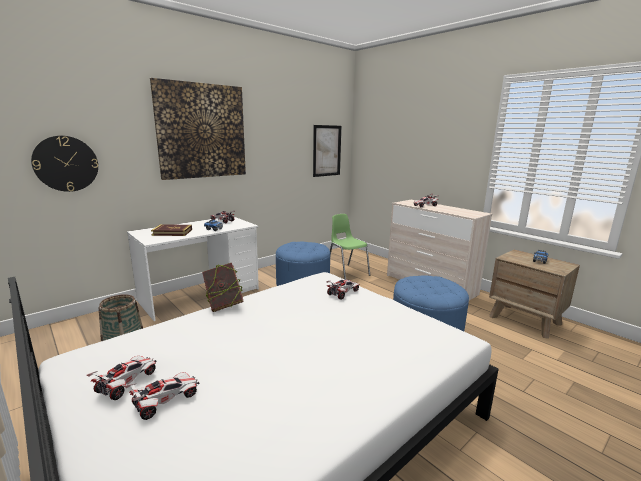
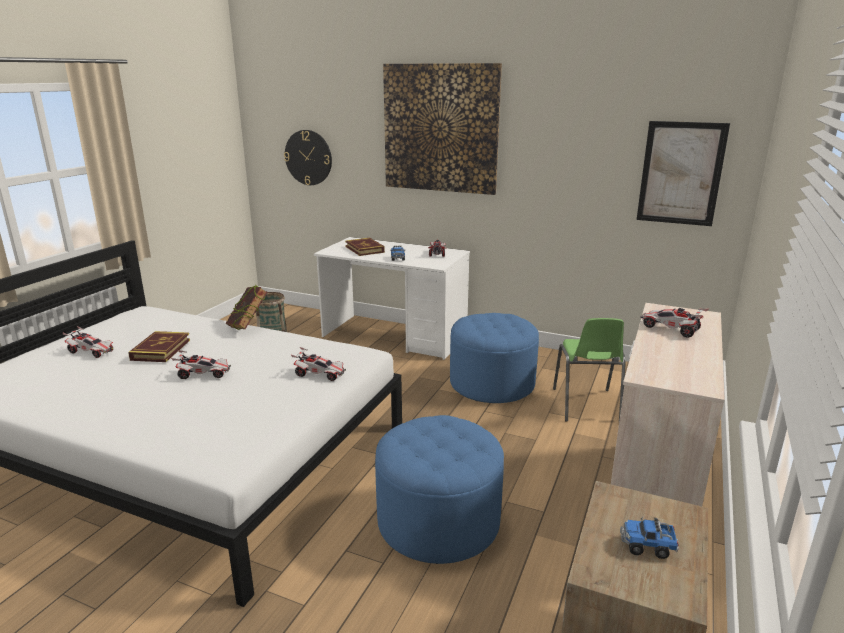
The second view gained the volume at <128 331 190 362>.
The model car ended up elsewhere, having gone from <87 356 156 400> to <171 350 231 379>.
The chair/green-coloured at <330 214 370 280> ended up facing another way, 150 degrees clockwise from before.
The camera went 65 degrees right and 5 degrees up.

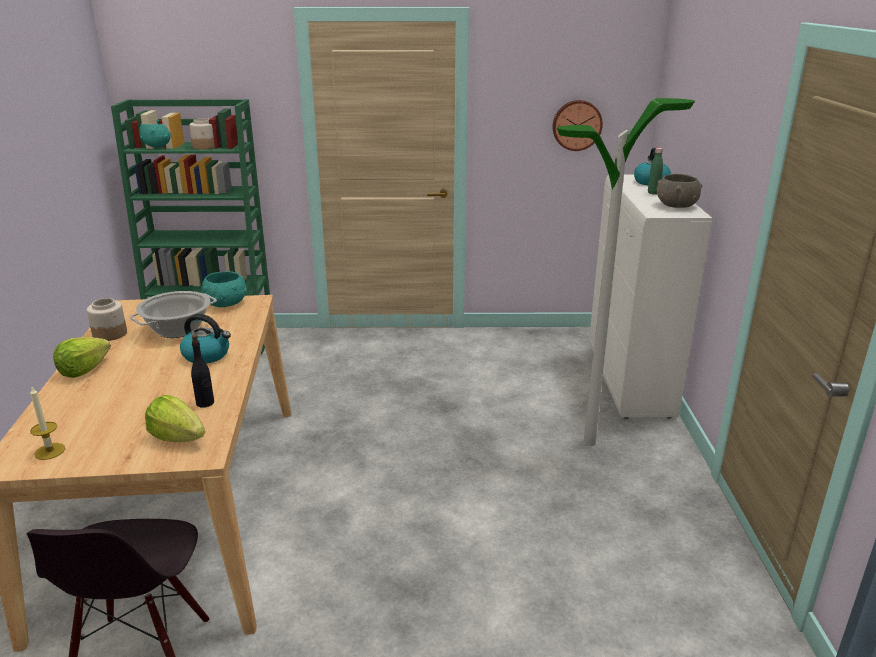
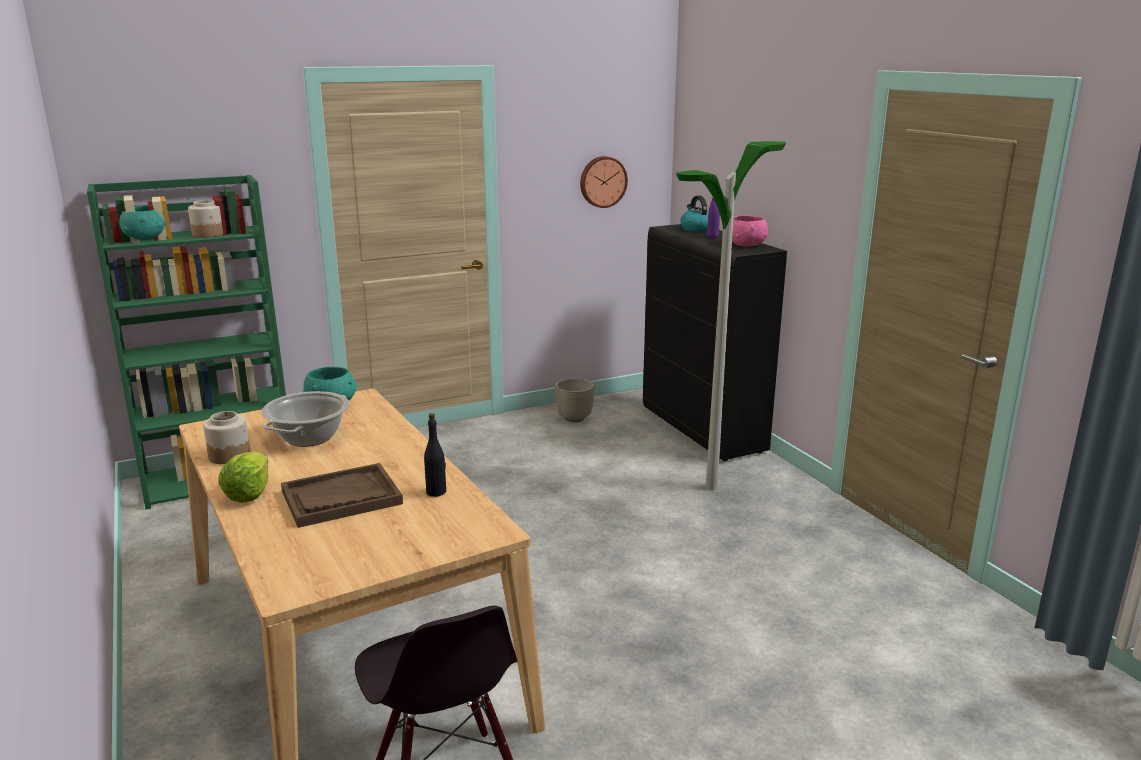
The second view gained the serving tray/brown-coloured at <281 463 403 528>.
The second view gained the flower pot/gray at <555 378 595 422>.
What was the cabinet/whitish at <589 175 712 419> turned into the cabinet/blackish at <643 224 787 461>.
What was the beverage bottle/green-coloured at <648 148 663 194> turned into the beverage bottle/purple-coloured at <707 196 720 239>.
What was the serving bowl/gray at <657 174 702 208> turned into the serving bowl/pink at <732 215 768 246>.
The second view lost the wax light at <30 387 66 460>.
The second view lost the head of lettuce at <145 395 205 442>.
The second view lost the water kettle at <180 314 231 364>.
The camera went 25 degrees left and 5 degrees down.

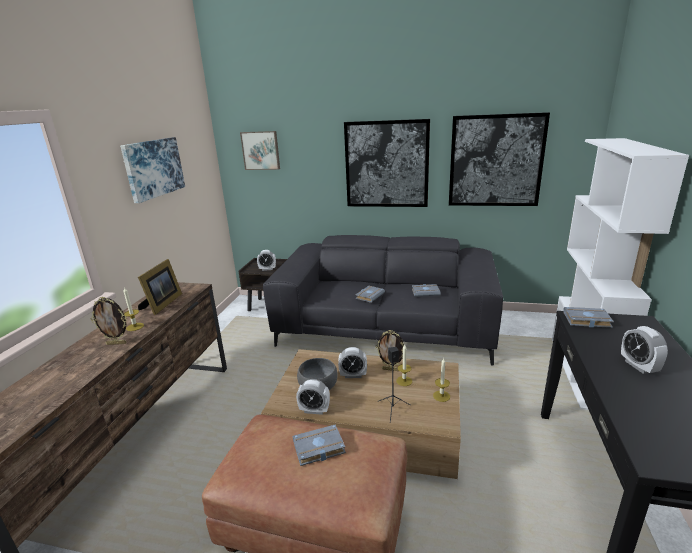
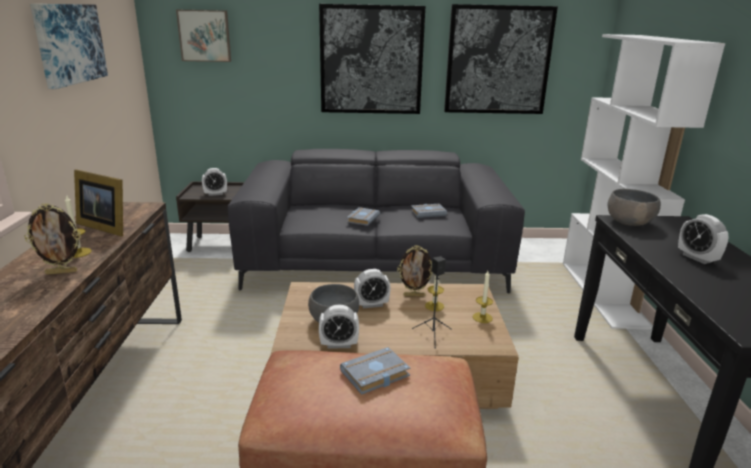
The picture frame at <138 259 182 315> ended up facing another way, 120 degrees clockwise from before.
Where the volume/gray stood at <563 307 614 328>, the serving bowl/gray came to stand at <608 189 661 226>.
The camera went 15 degrees left and 0 degrees up.

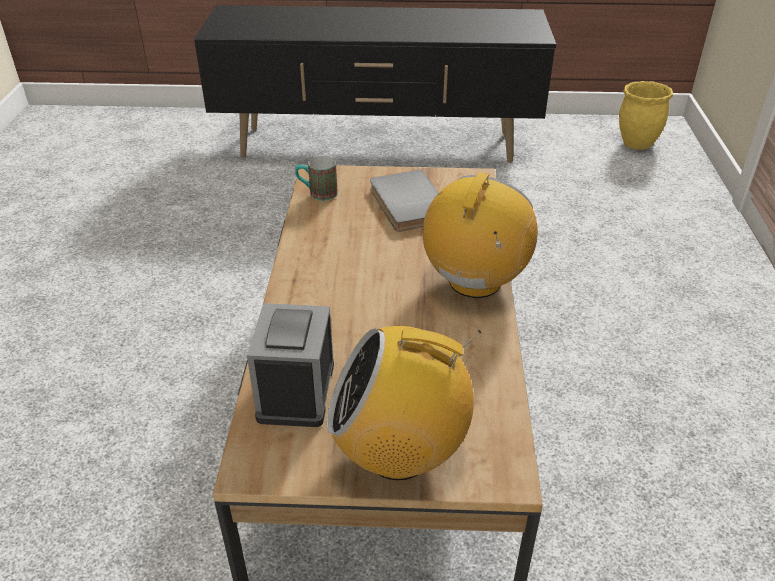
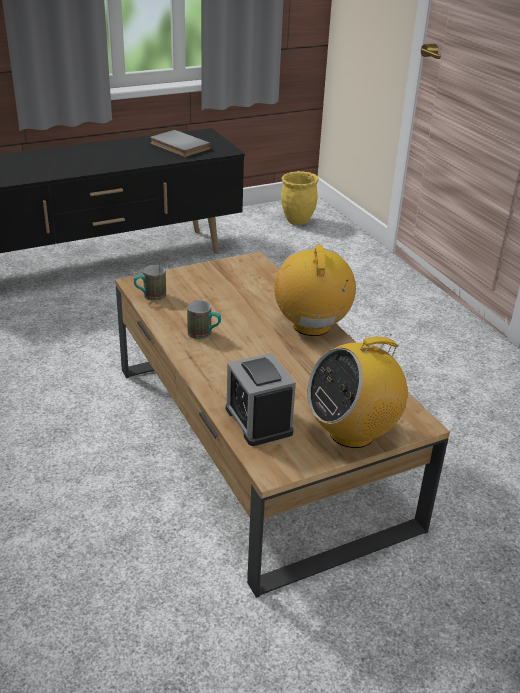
The volume/gray ended up elsewhere, having gone from <370 170 439 232> to <150 130 211 157>.
The second view gained the tea mug at <187 300 221 339>.
The camera went 30 degrees left and 5 degrees down.

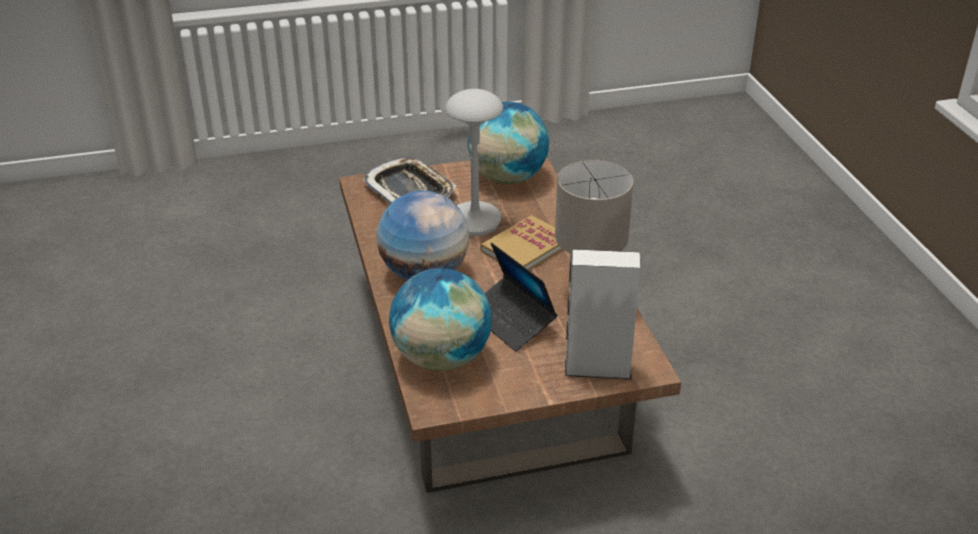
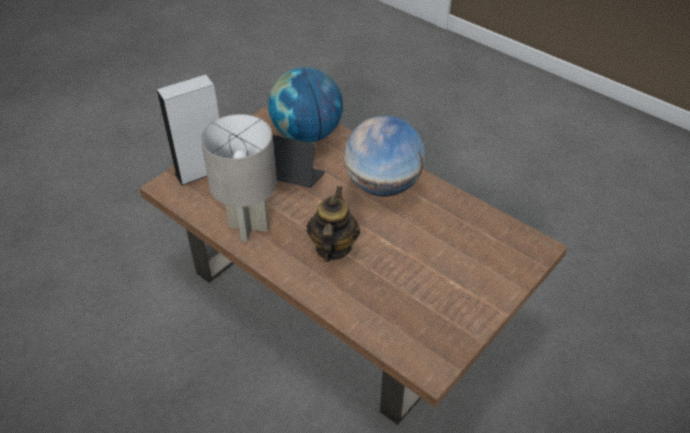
Where the volume stood at <480 215 563 270>, the pot for tea came to stand at <307 186 360 262>.
The second view lost the serving tray at <362 157 456 204>.
The second view lost the table lamp/gray at <445 89 503 236>.
The second view lost the desk globe at <468 102 549 184>.
The camera went 145 degrees right and 10 degrees up.

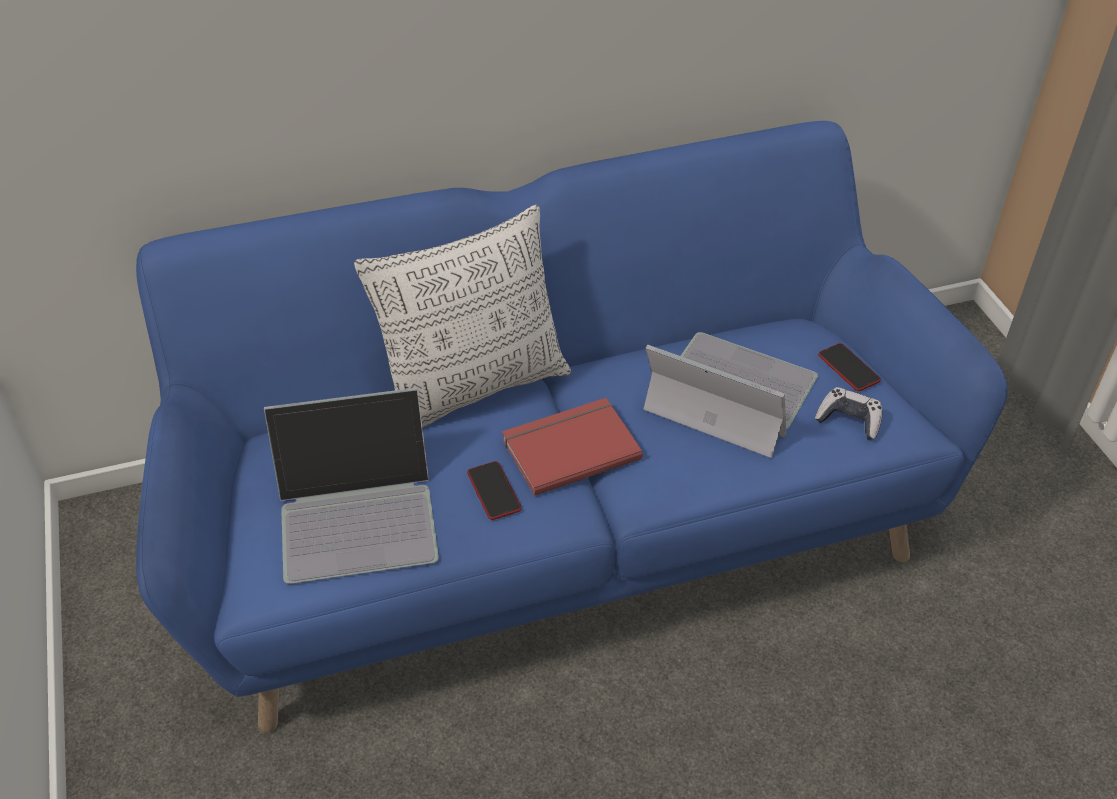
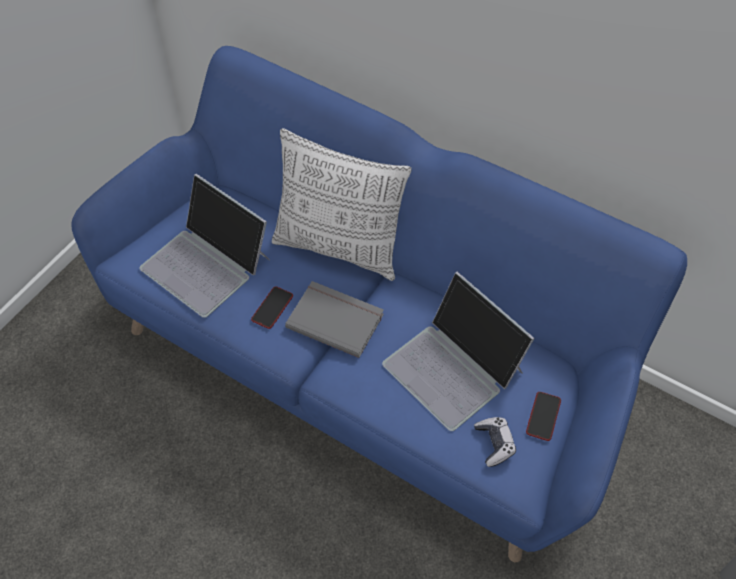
What was the volume/red at <502 398 643 496> turned into the volume/gray at <285 281 384 358>.
The portable computer at <643 332 818 458> ended up facing another way, 150 degrees clockwise from before.
The camera went 50 degrees right and 10 degrees up.

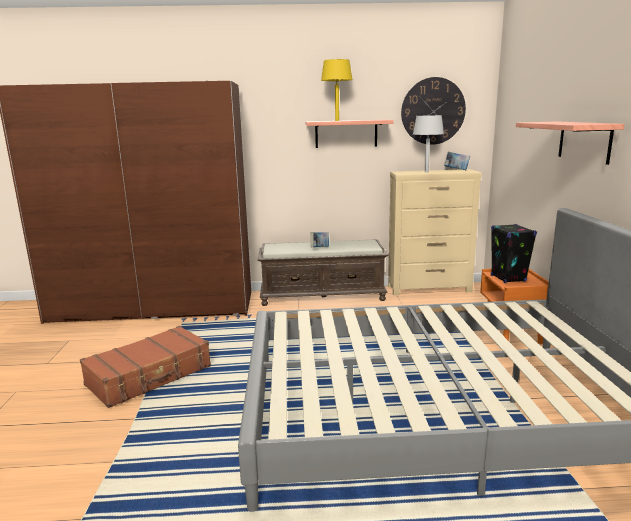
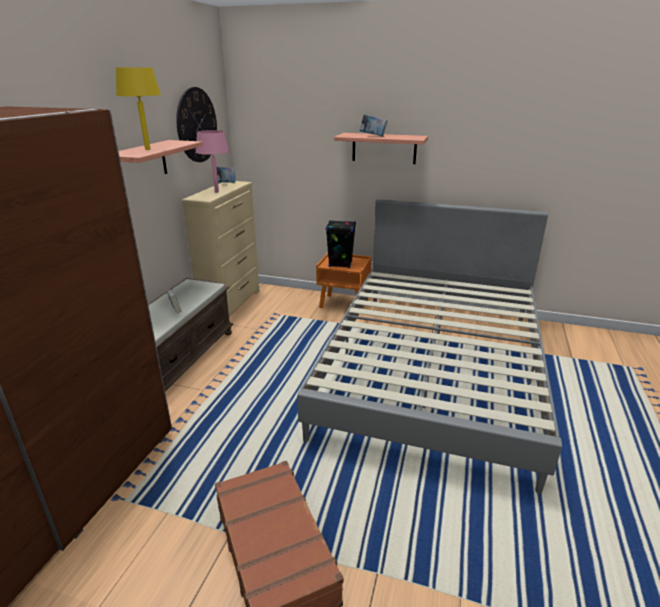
What was the table lamp/gray at <413 115 444 172> turned into the table lamp/pink at <196 130 229 193>.
The second view gained the volume at <360 114 387 137>.
The camera went 70 degrees left and 10 degrees up.

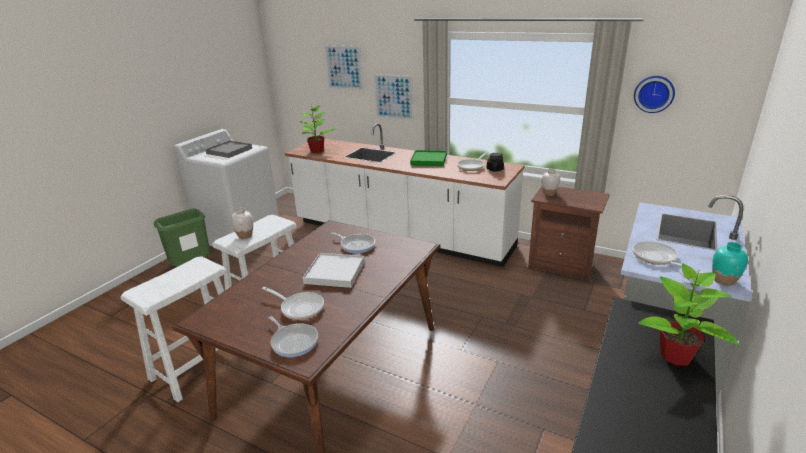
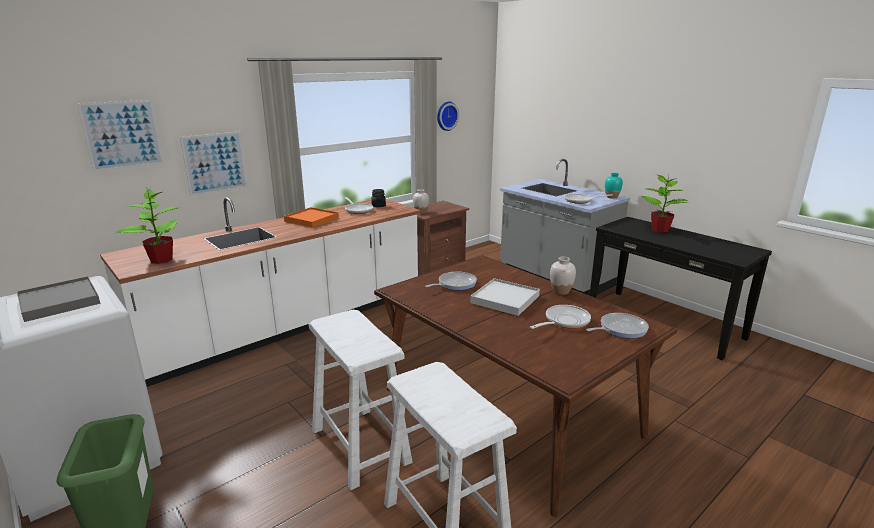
What was the serving tray/green-coloured at <410 150 447 166> turned into the serving tray/orangey at <284 207 339 228>.
The flower vase/whitish ended up elsewhere, having gone from <231 207 253 239> to <550 257 576 295>.
The camera went 70 degrees left and 5 degrees down.

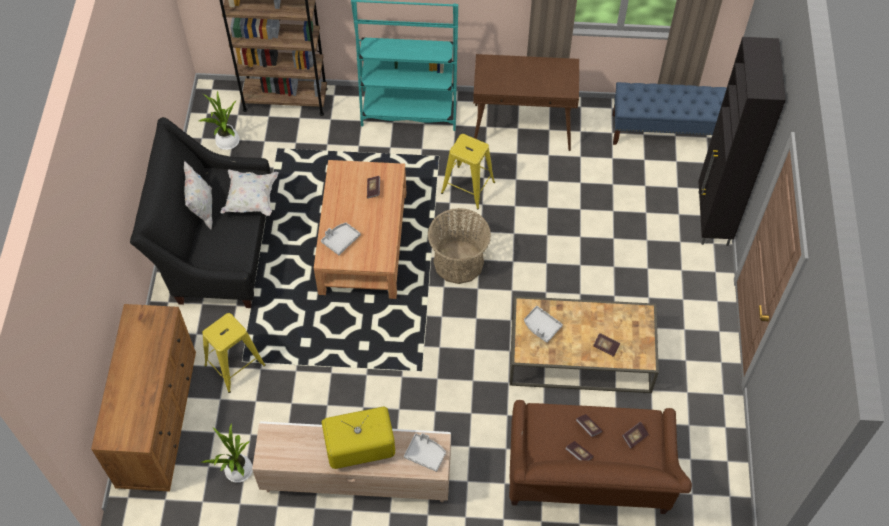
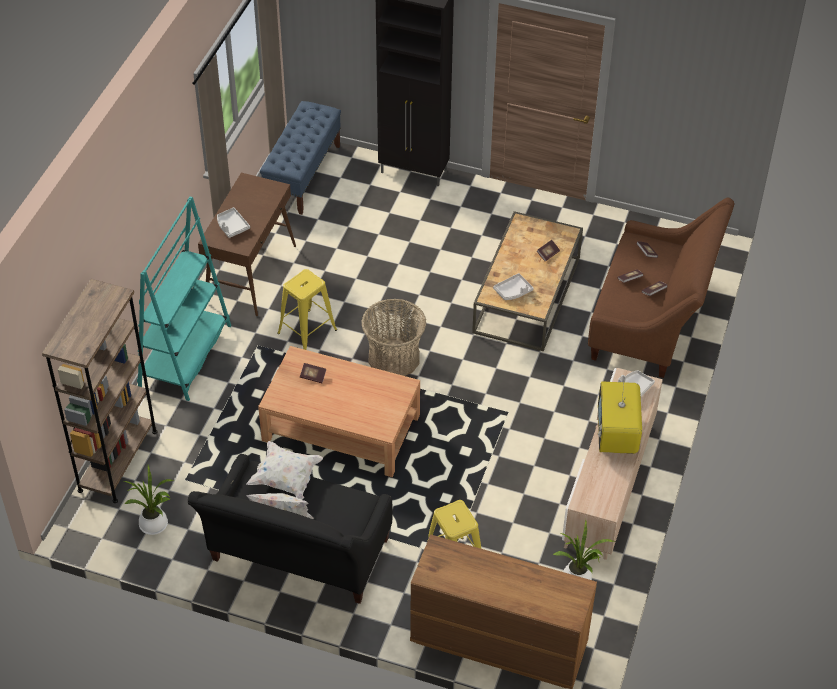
The serving tray/gray ended up elsewhere, having gone from <321 223 361 255> to <217 207 250 238>.
The camera went 75 degrees left and 10 degrees down.

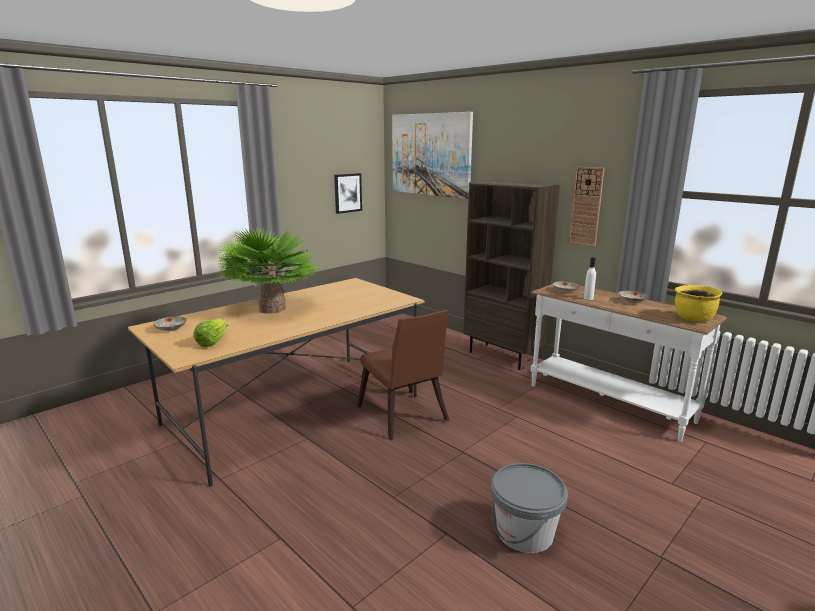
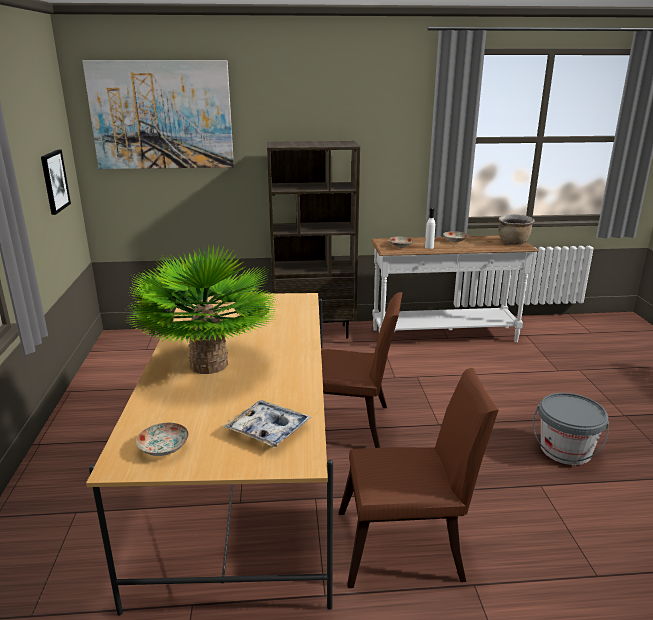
Where the head of lettuce stood at <193 319 228 347>, the serving tray came to stand at <222 400 311 448>.
The second view gained the chair/brown-coloured at <339 368 499 588>.
What was the saucepot/yellow at <675 285 723 322> turned into the saucepot/brown-coloured at <498 214 535 245>.
The second view lost the clock on the wall at <568 167 605 247>.
The camera went 50 degrees left and 5 degrees up.

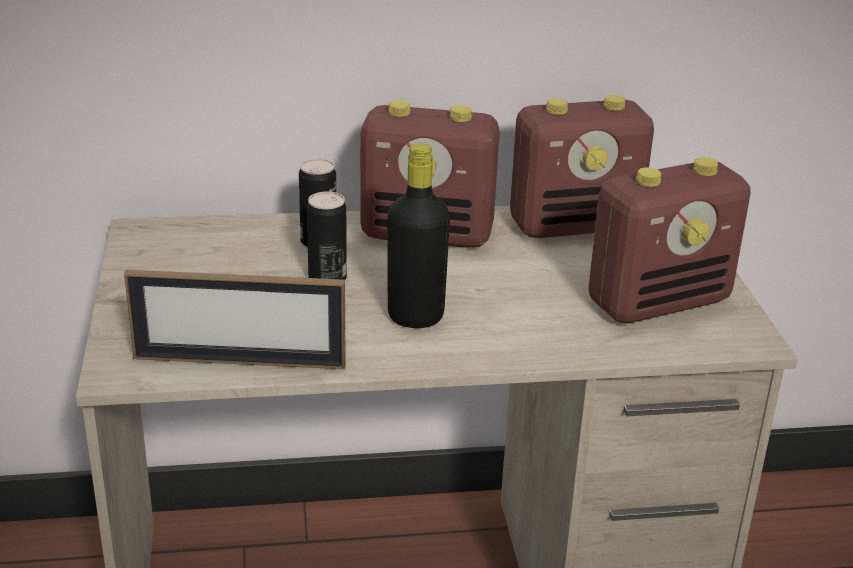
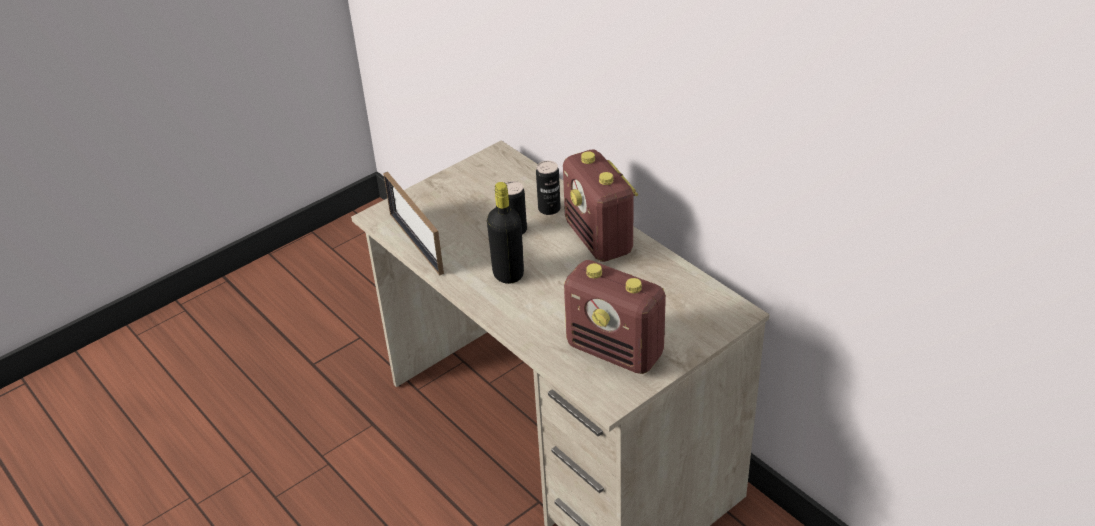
The second view lost the radio receiver at <510 95 654 238>.
The camera went 60 degrees right and 10 degrees up.

